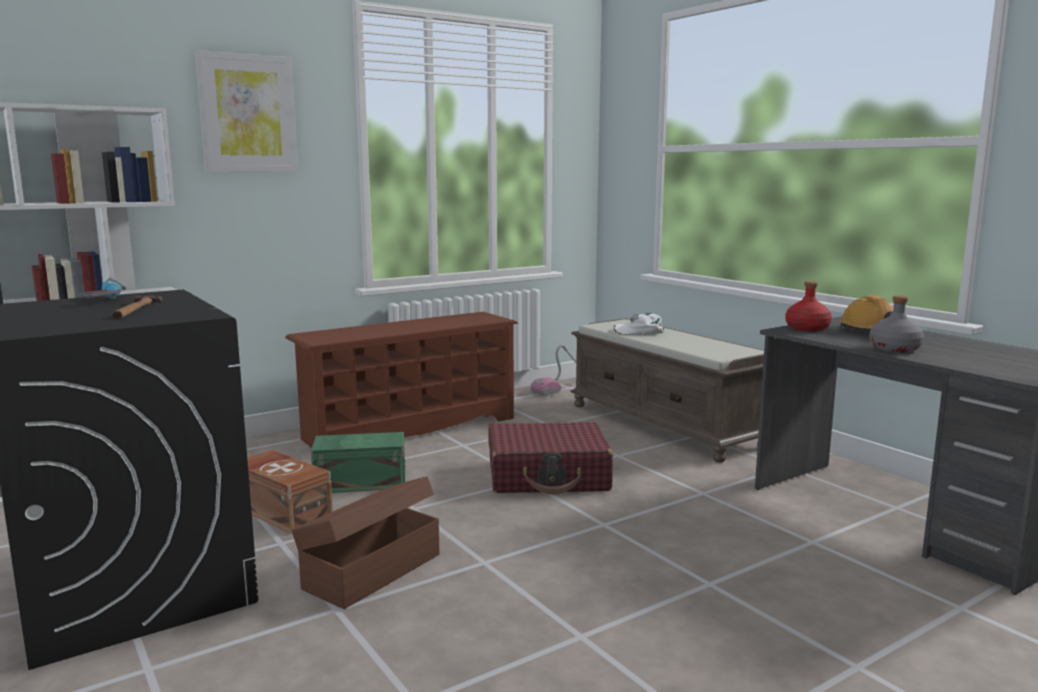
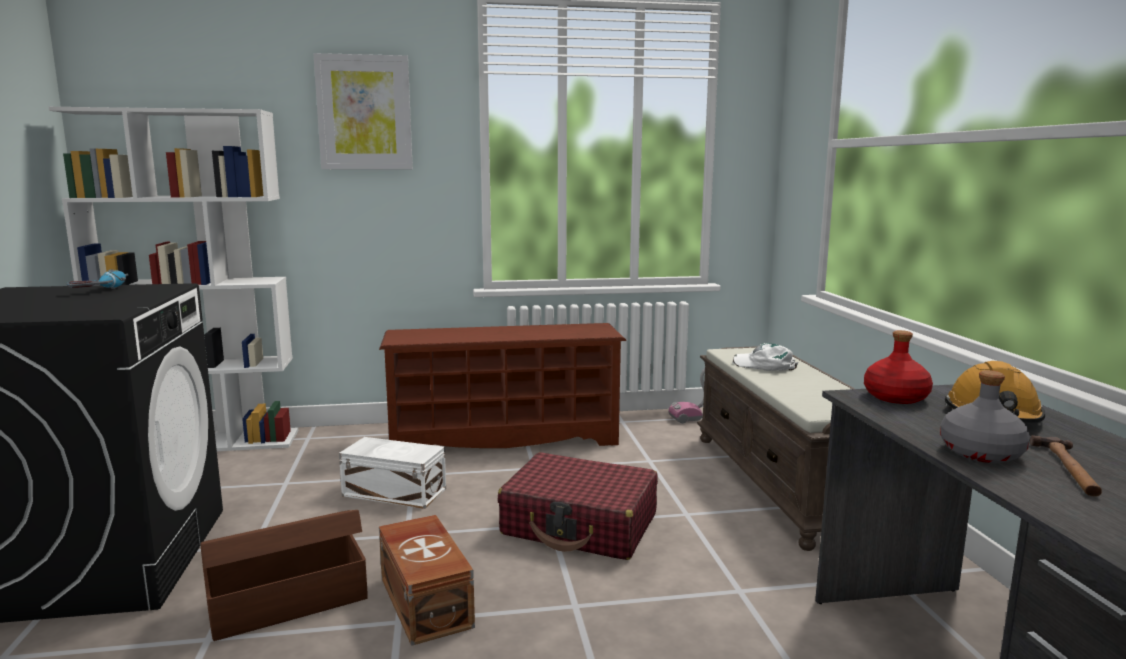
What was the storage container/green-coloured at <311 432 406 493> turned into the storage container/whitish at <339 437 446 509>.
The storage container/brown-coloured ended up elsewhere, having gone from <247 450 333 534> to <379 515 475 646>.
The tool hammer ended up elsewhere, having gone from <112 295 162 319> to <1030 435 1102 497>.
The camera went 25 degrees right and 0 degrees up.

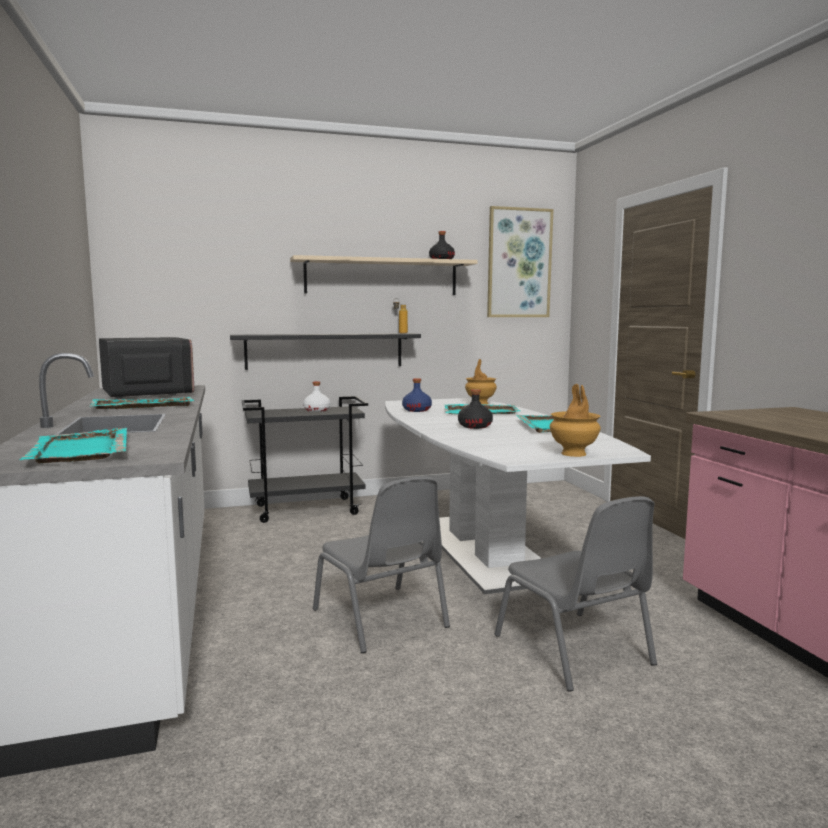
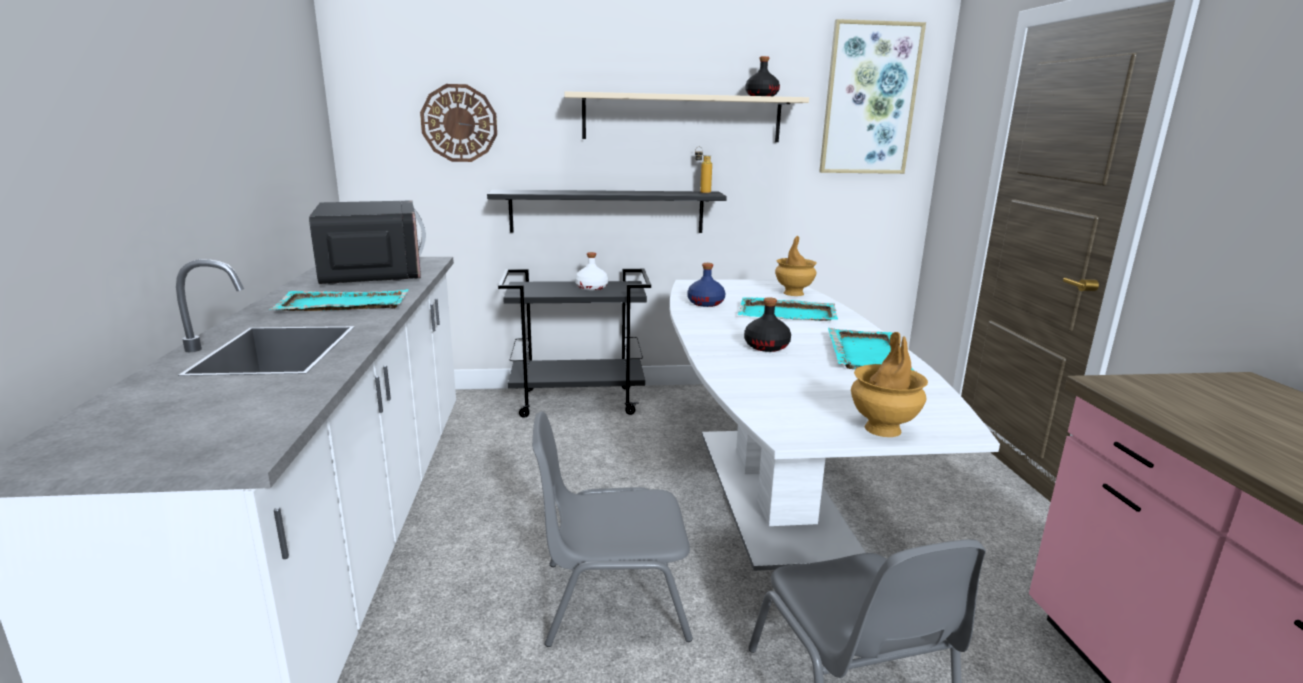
The second view gained the clock on the wall at <420 84 497 162>.
The chair/gray at <313 476 450 653> ended up facing another way, 105 degrees clockwise from before.
The second view lost the serving tray/turquoise at <19 428 127 463>.
The camera went 10 degrees right and 10 degrees up.

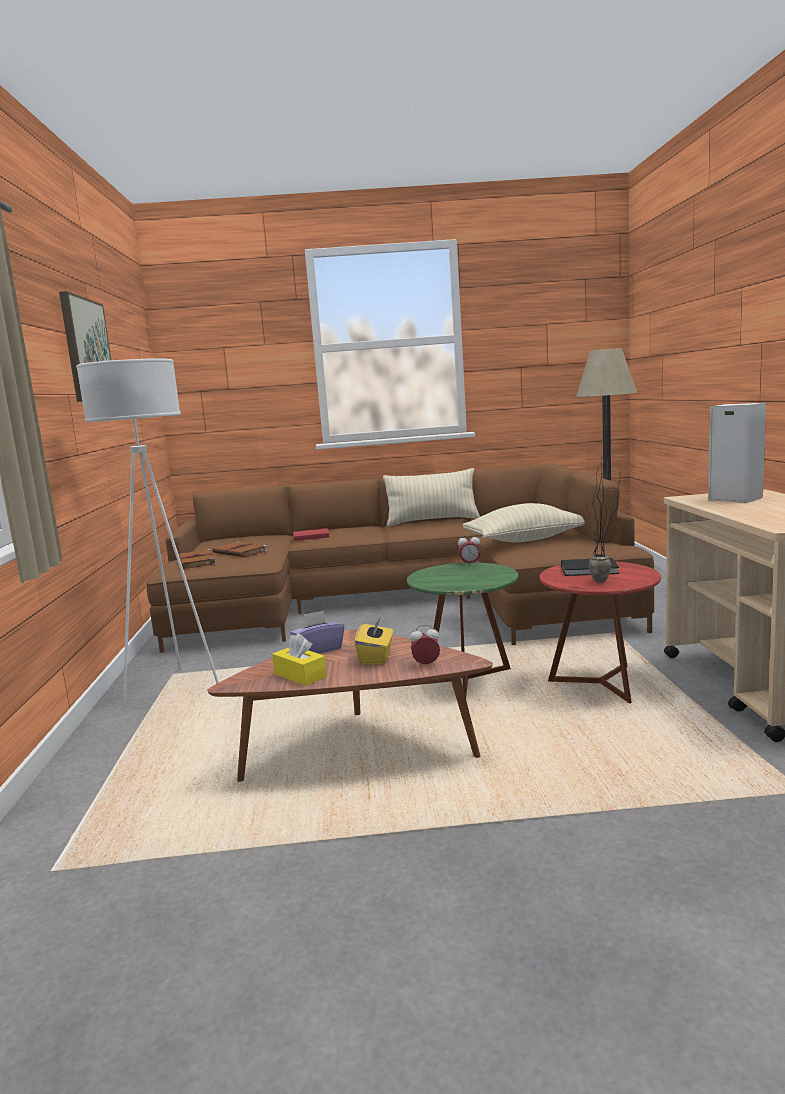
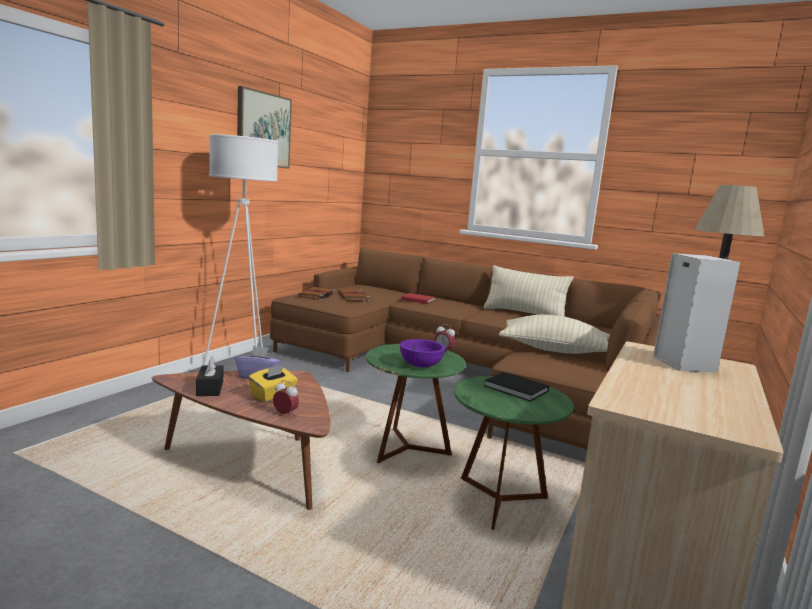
What was the box of tissues/yellow at <273 633 327 686> turned into the box of tissues/blackish at <196 356 223 396>.
The second view gained the serving bowl/purple-coloured at <400 339 445 367>.
What was the end table/red at <539 562 661 703> turned into the end table/green-coloured at <454 376 574 530>.
The second view lost the houseplant at <586 451 621 583>.
The camera went 30 degrees right and 0 degrees up.

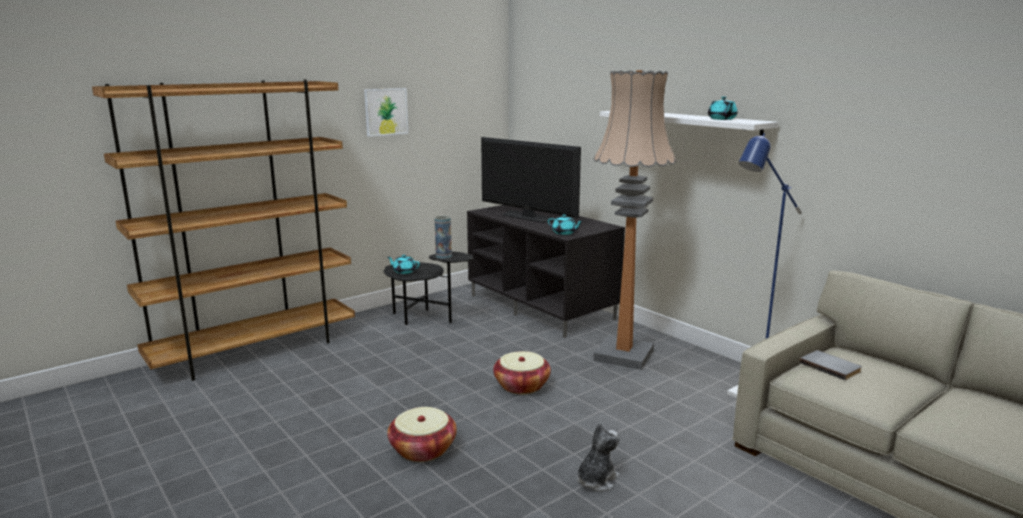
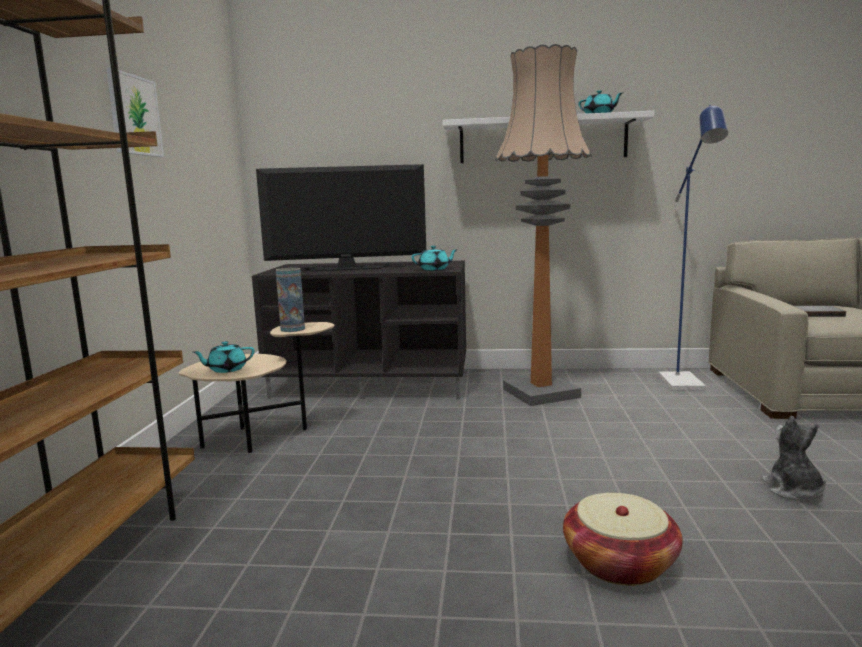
What was the end table/blackish at <383 252 473 325> turned into the end table/beige at <179 322 334 453>.
The second view lost the storage basket at <493 351 551 394>.
The camera went 45 degrees left and 5 degrees down.

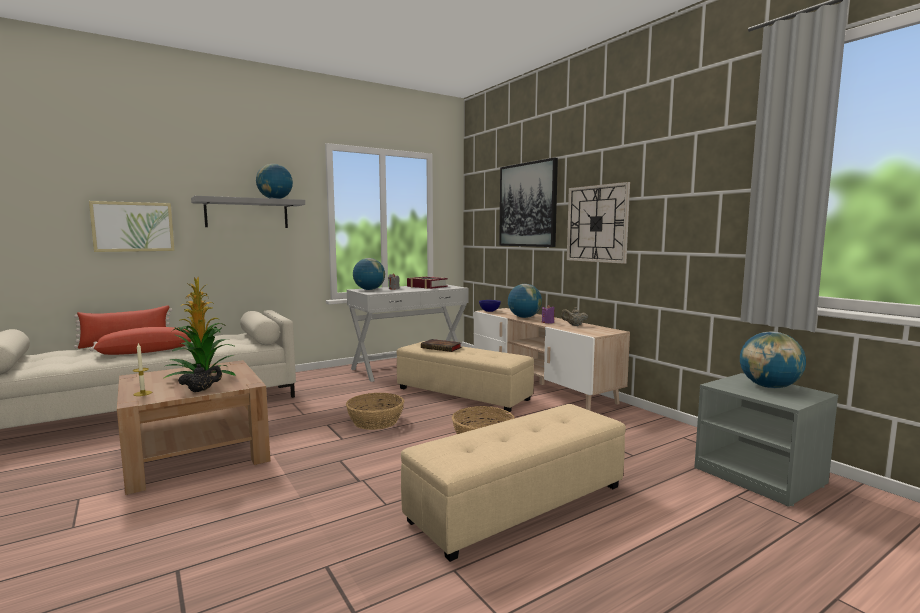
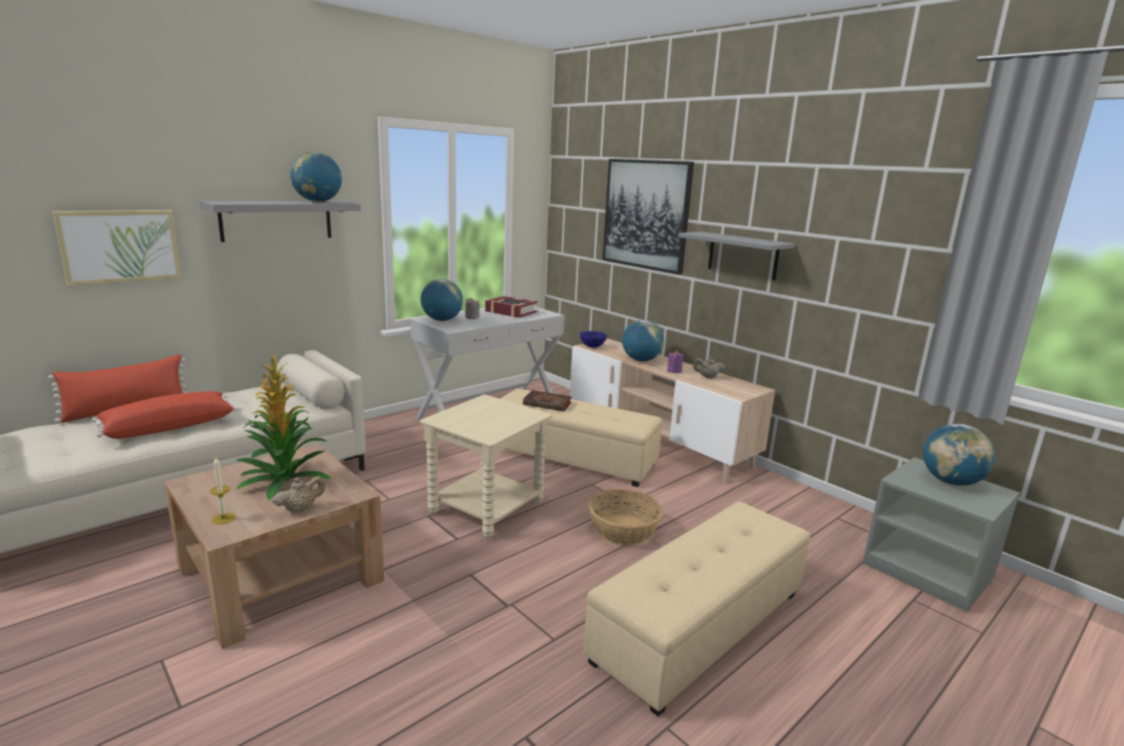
What was the pot for tea/blackish at <178 364 222 392> turned into the pot for tea/beige at <273 476 325 513>.
Where the storage basket stood at <346 393 404 430>, the end table/beige came to stand at <420 394 552 539>.
Where the clock on the wall hung at <567 182 630 264>, the wall shelf/gray came to hang at <678 232 794 280>.
The camera went 10 degrees left and 10 degrees up.

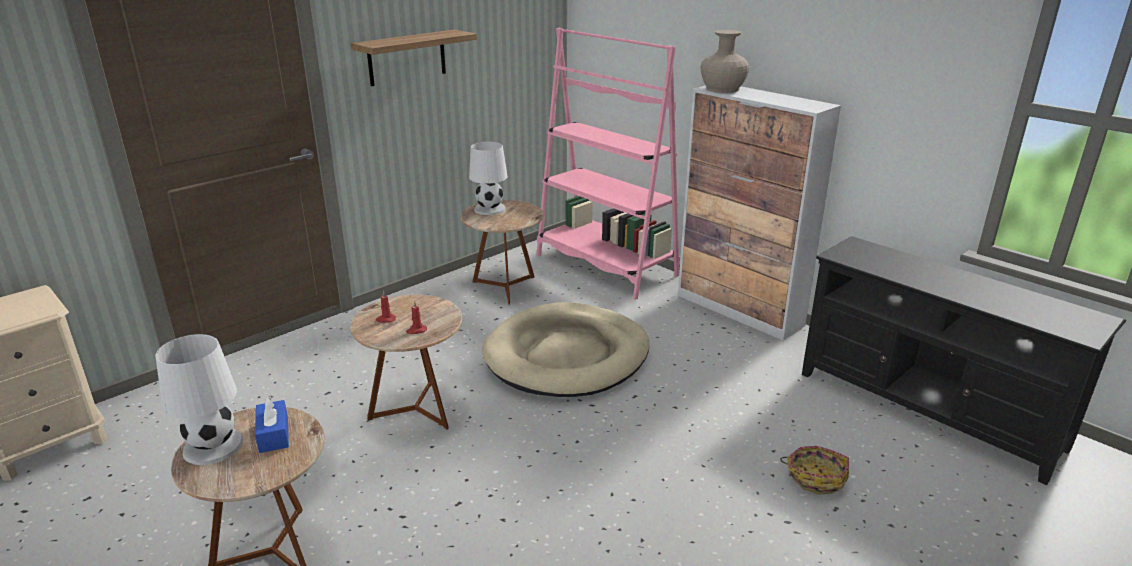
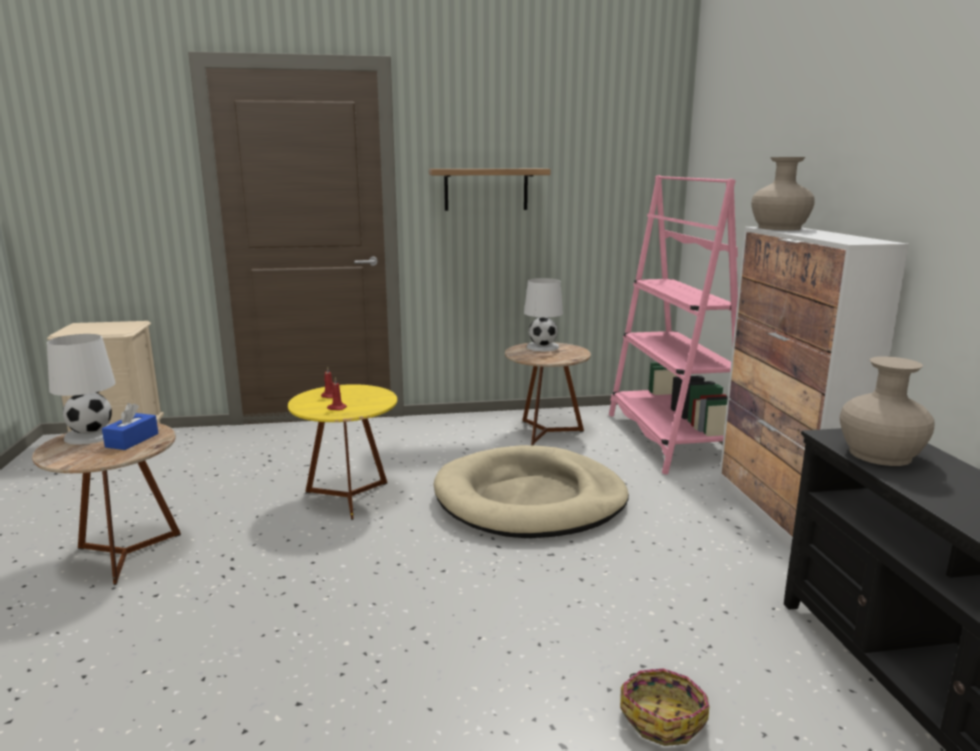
What was the end table/brown-coloured at <350 295 462 429> turned into the end table/yellow at <288 384 397 520>.
The second view gained the flower vase/beige at <840 356 935 466>.
The camera went 35 degrees right and 10 degrees down.

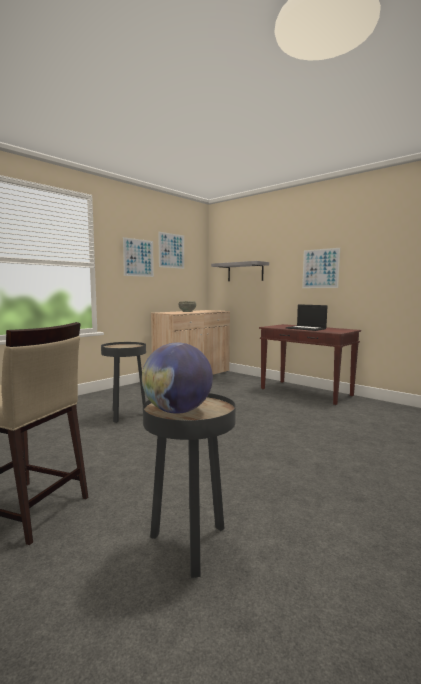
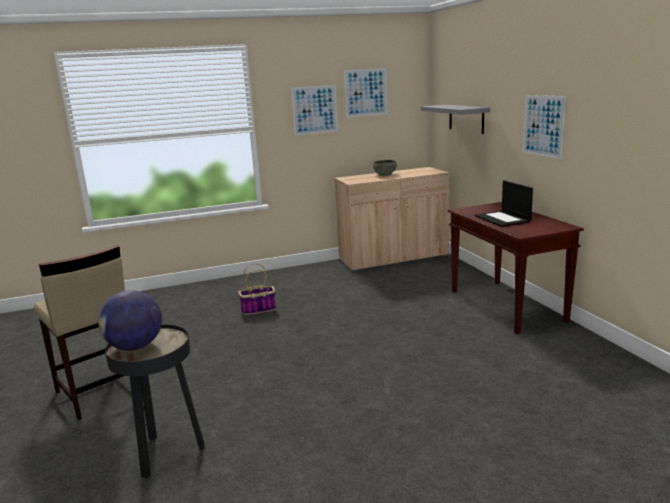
Where the end table/blackish stood at <101 342 146 423>, the storage basket came to stand at <238 263 276 315>.
The camera went 30 degrees right and 10 degrees up.

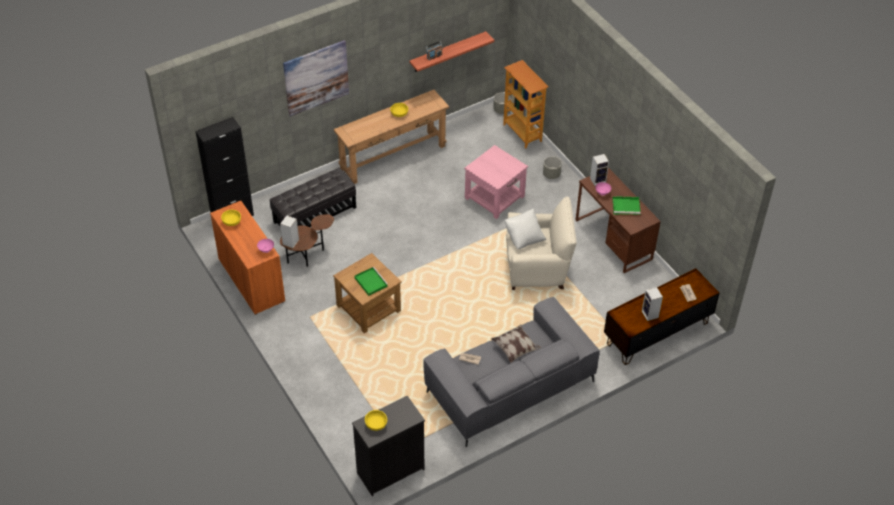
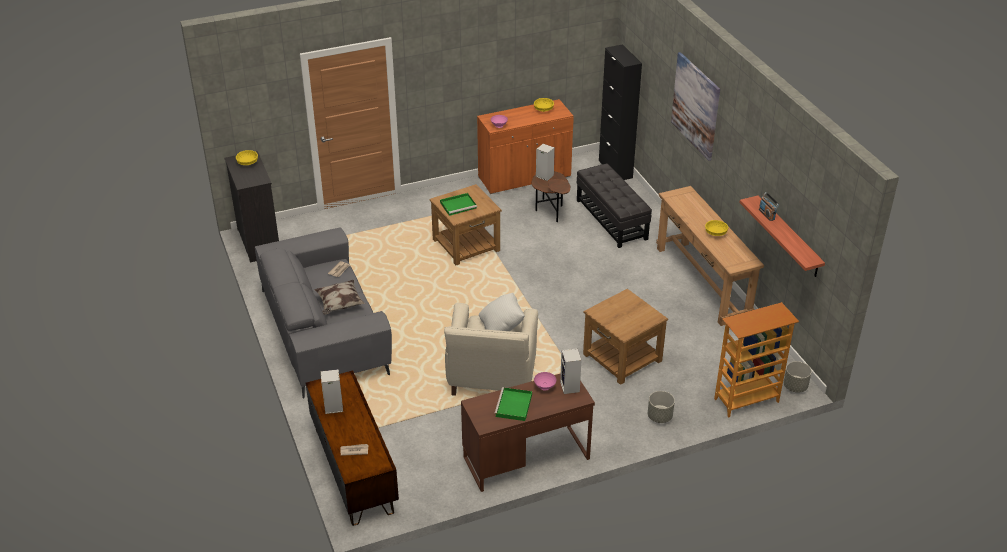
What was the end table/pink at <464 145 528 219> turned into the end table/brown-coloured at <583 289 668 385>.
The camera went 100 degrees right and 10 degrees down.

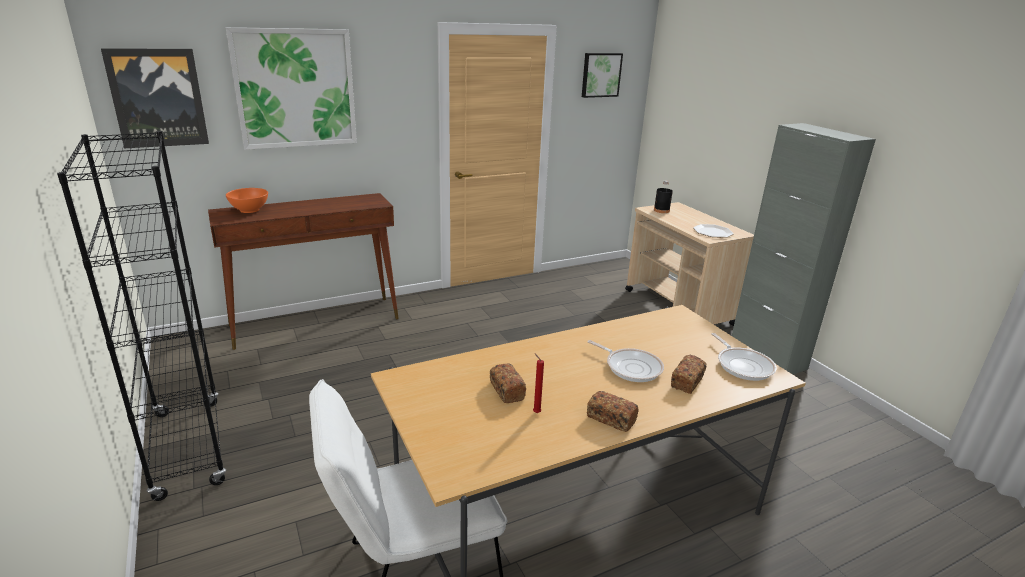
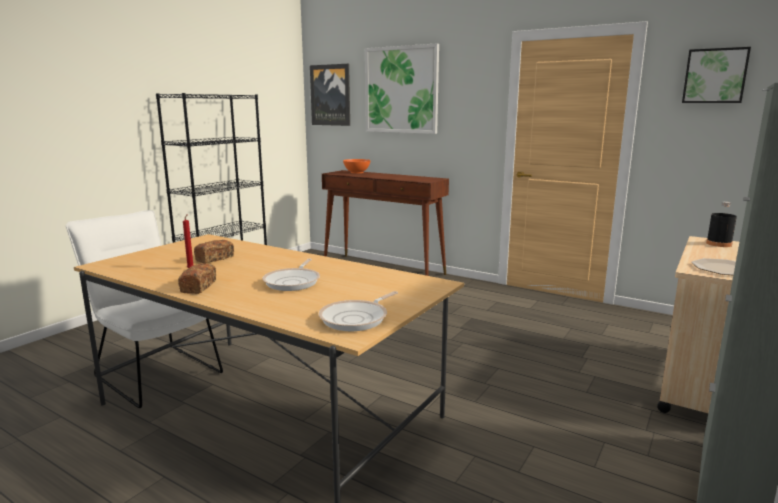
The second view lost the bread at <671 355 706 394>.
The camera went 60 degrees right and 10 degrees down.

